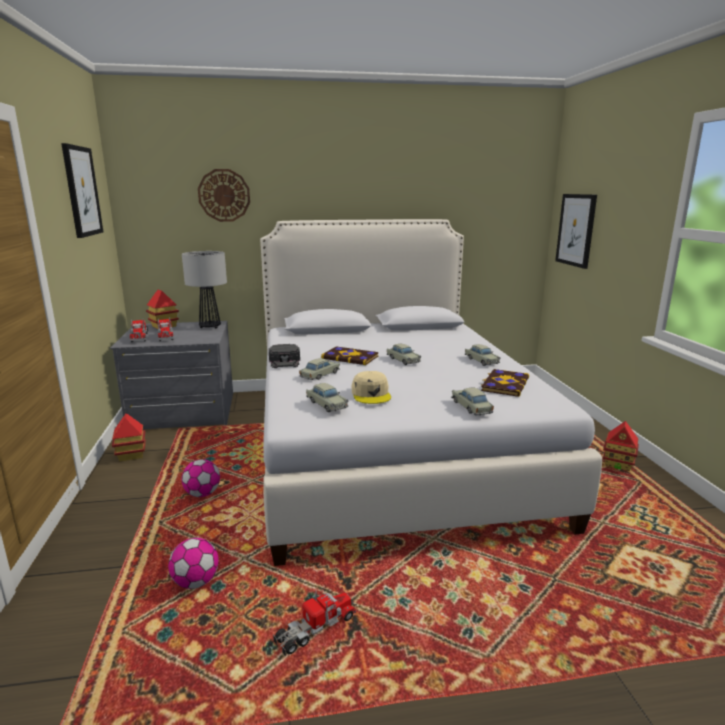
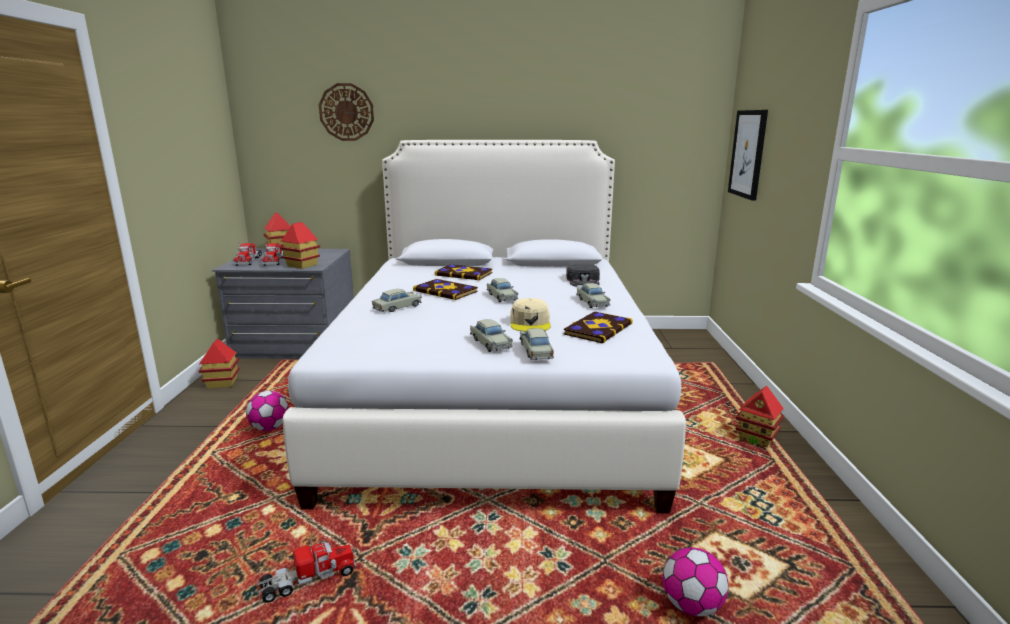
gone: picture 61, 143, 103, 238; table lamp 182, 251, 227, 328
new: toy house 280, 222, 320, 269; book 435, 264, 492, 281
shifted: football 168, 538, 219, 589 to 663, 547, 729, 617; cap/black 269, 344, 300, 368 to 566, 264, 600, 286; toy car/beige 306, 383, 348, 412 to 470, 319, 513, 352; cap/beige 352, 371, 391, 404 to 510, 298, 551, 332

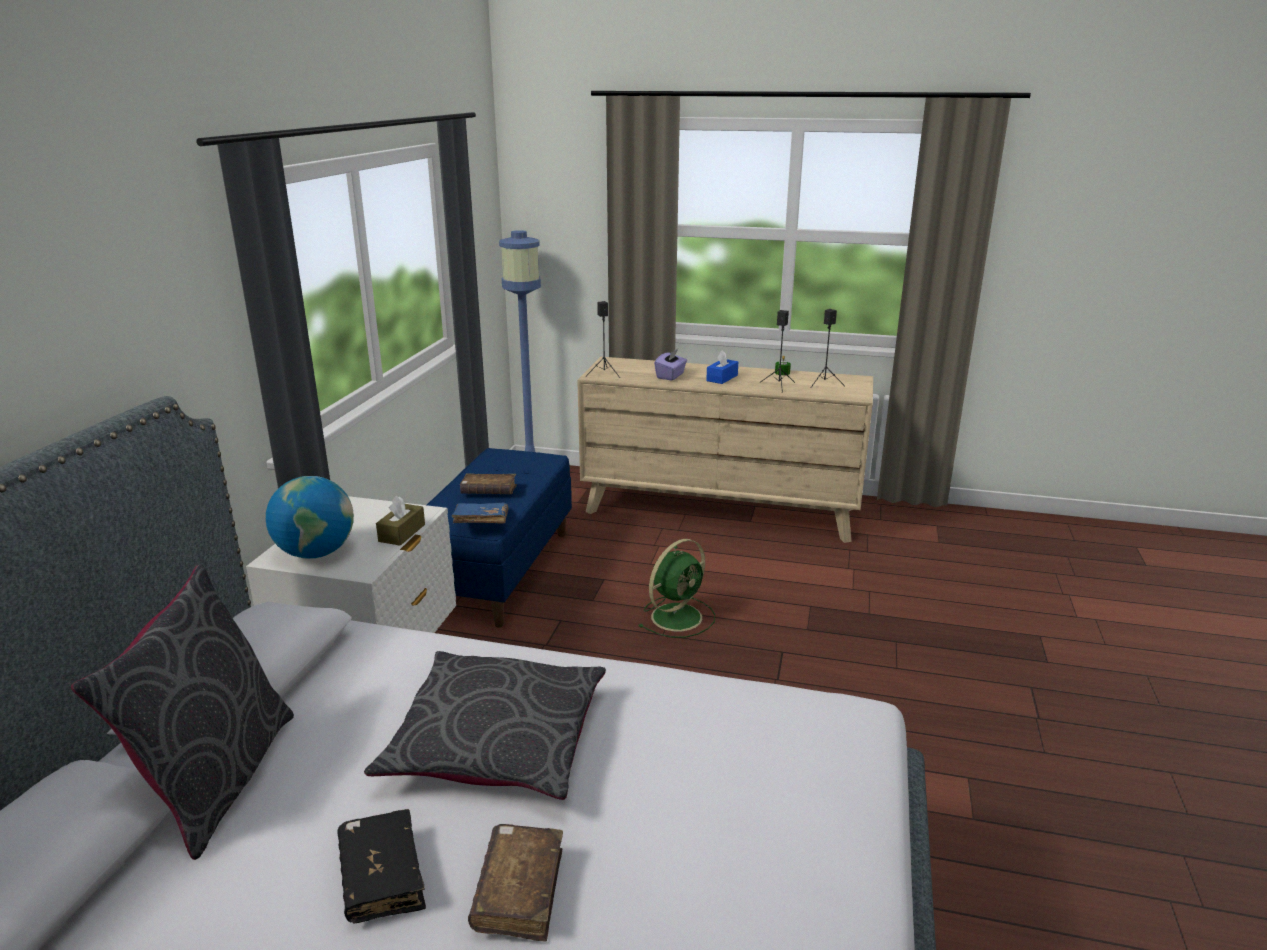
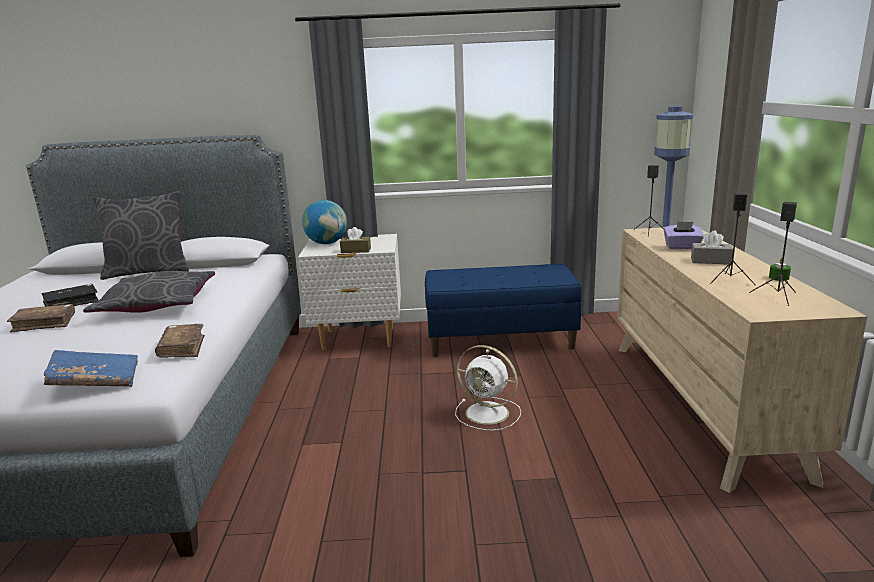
shifted: book/blue 452, 503, 508, 523 to 44, 350, 138, 387; book/brown 460, 473, 517, 494 to 155, 324, 205, 358
repainted: fan/green 639, 539, 715, 638 to fan/white 455, 345, 521, 431; tissue box/blue 706, 350, 738, 384 to tissue box/grey 691, 230, 733, 265

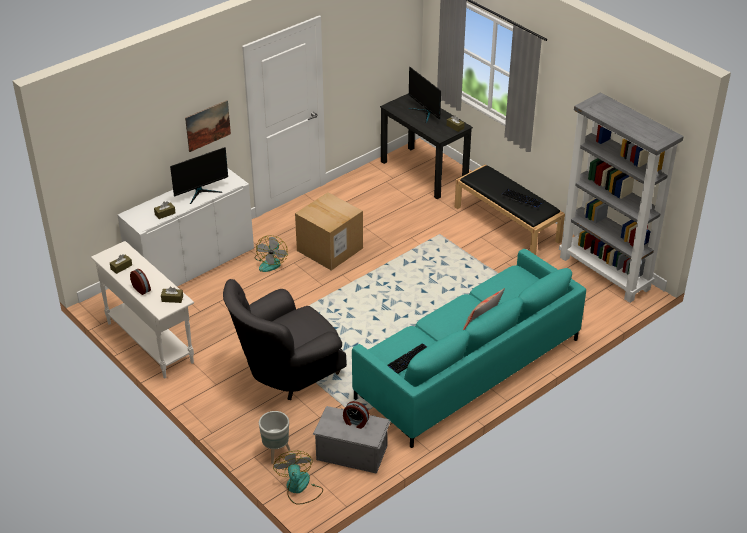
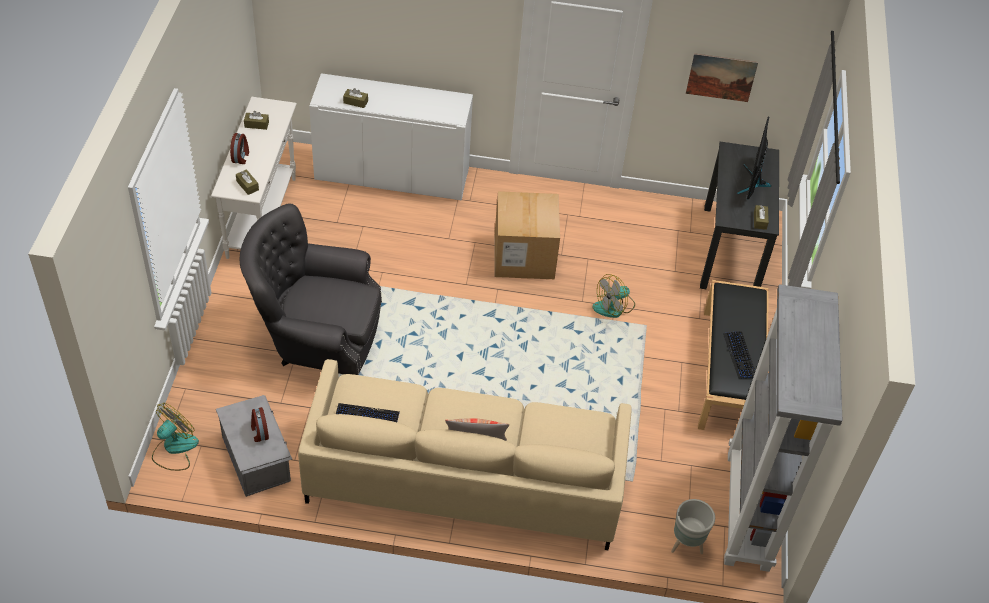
gone: monitor 170, 147, 228, 204
shifted: picture 185, 100, 231, 152 to 686, 53, 758, 102; fan 255, 235, 288, 272 to 593, 274, 635, 318; planter/grey 259, 411, 290, 464 to 671, 499, 715, 554
repainted: sofa/turquoise 352, 249, 586, 448 to sofa/beige 298, 359, 632, 550

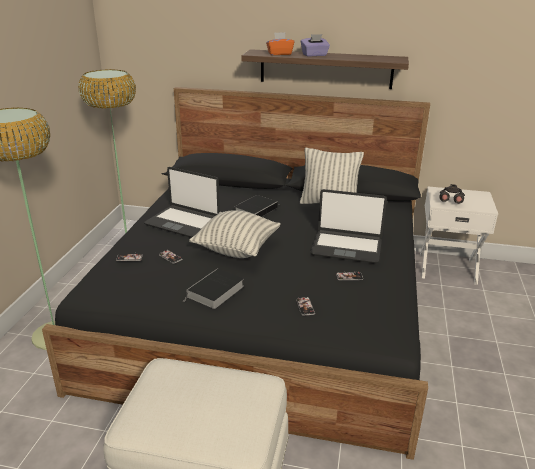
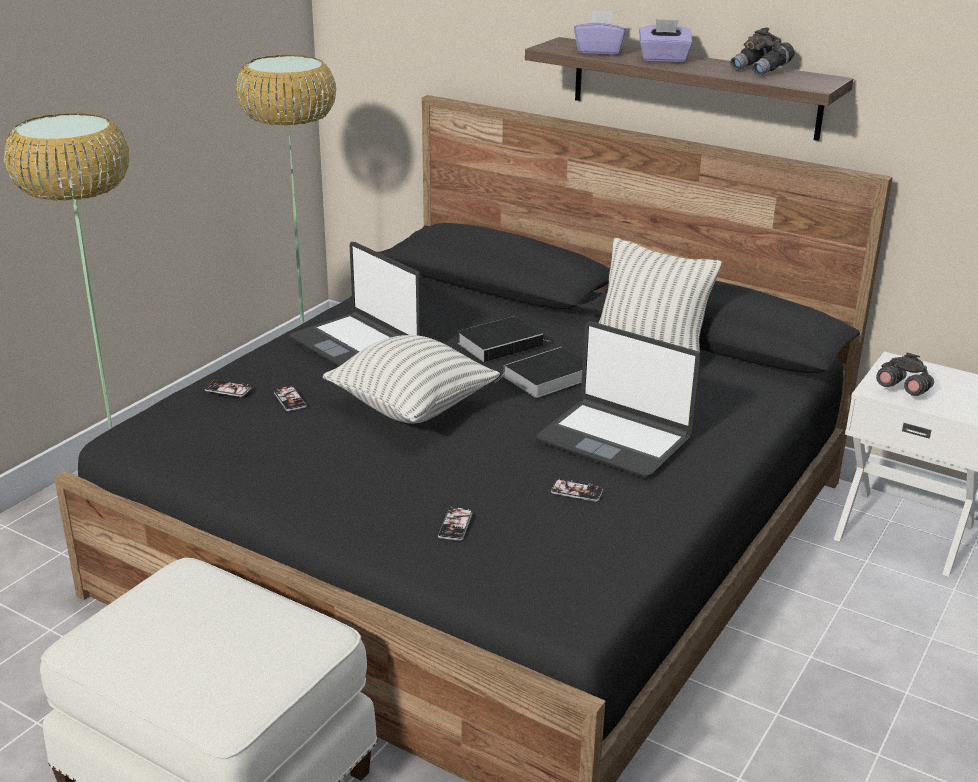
new: binoculars/grey 730, 28, 794, 76
shifted: book 183, 268, 244, 309 to 495, 347, 583, 398
repainted: tissue box/orange 266, 32, 294, 55 to tissue box/purple 574, 10, 627, 55

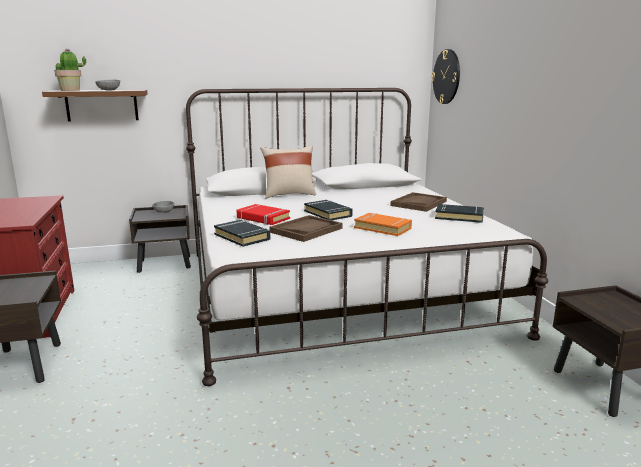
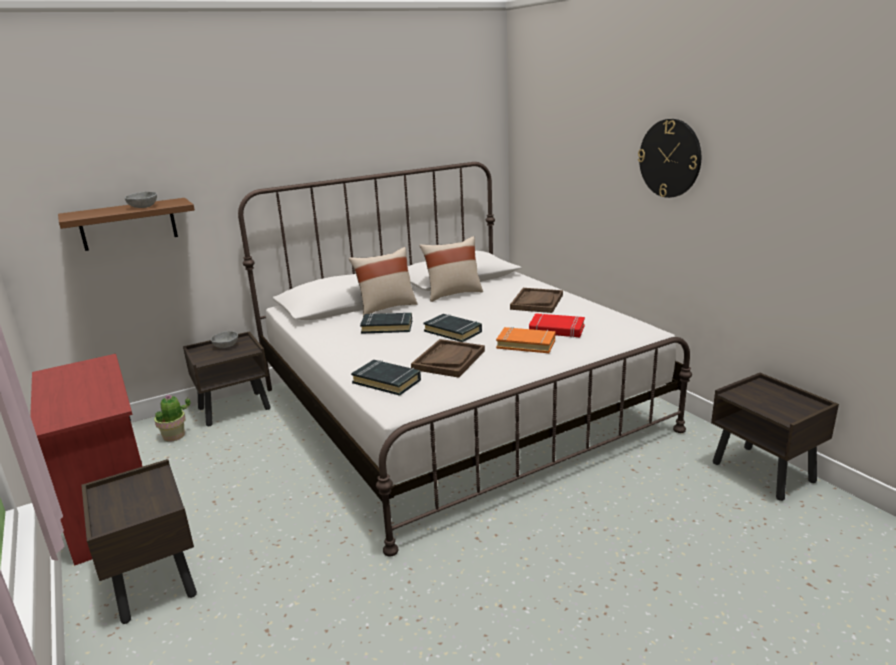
new: pillow/beige 419, 236, 483, 302
shifted: potted plant 54, 49, 87, 91 to 154, 394, 190, 442; book/red 237, 204, 290, 225 to 529, 313, 585, 338; wall clock 431, 49, 460, 104 to 638, 119, 701, 198; book/black 435, 204, 484, 223 to 360, 312, 412, 334

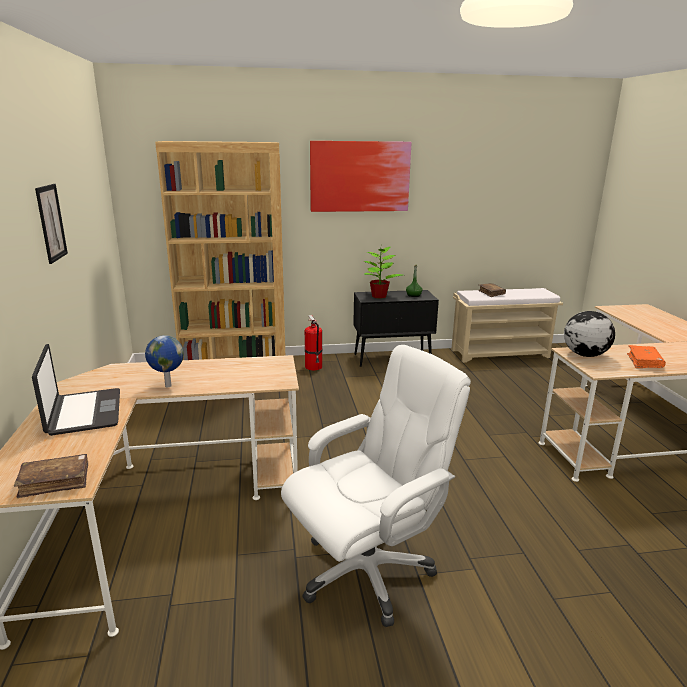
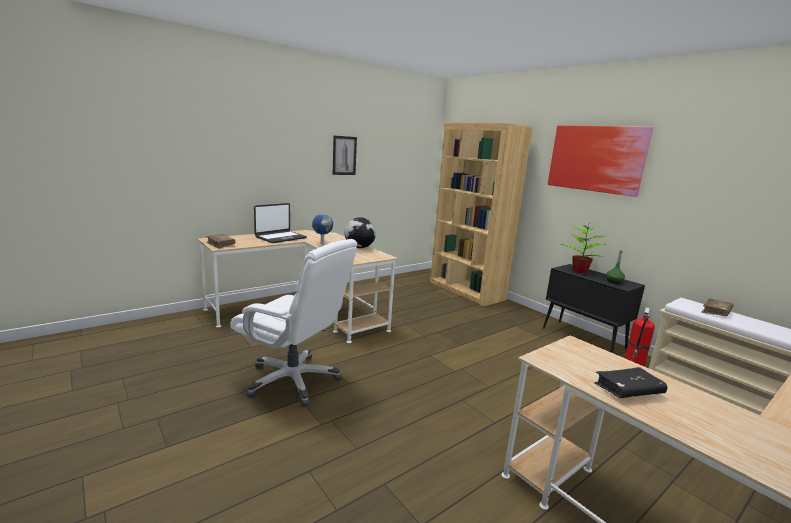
shifted: fire extinguisher 305, 315, 322, 370 to 625, 308, 655, 366; globe 564, 311, 615, 357 to 344, 217, 376, 248
repainted: book/orange 627, 345, 666, 368 to book/black 594, 367, 667, 398

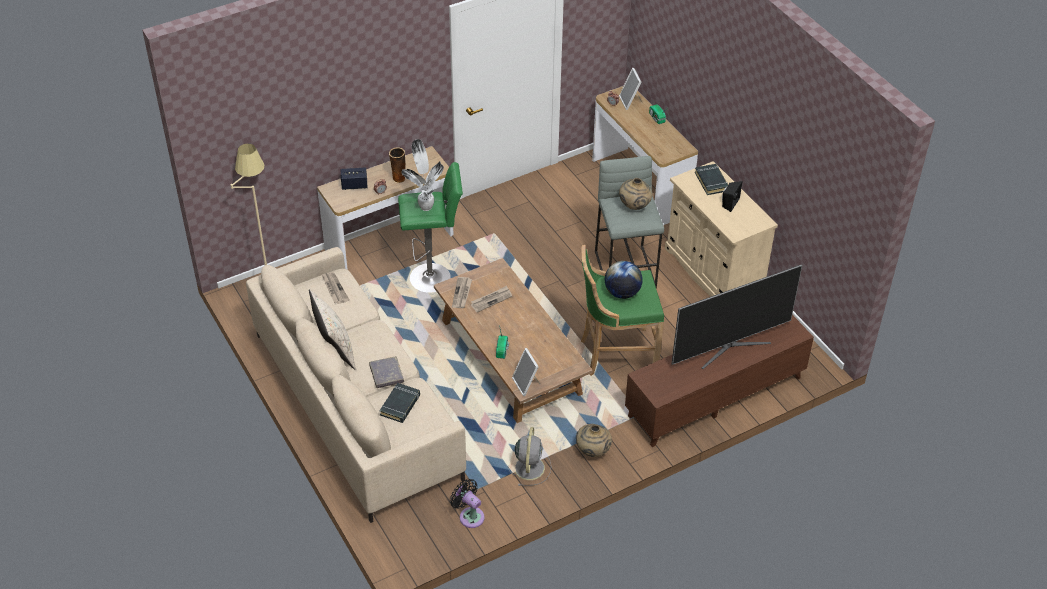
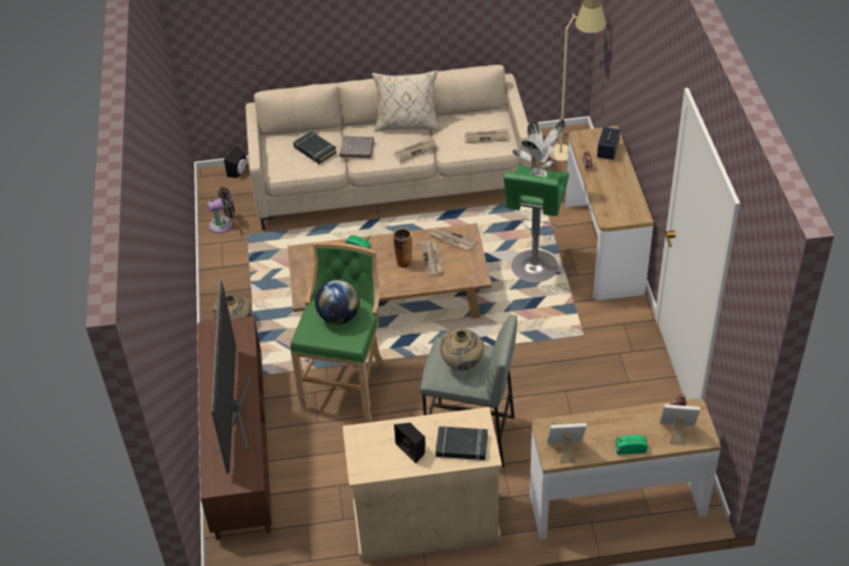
gone: fan/grey 508, 427, 551, 486
new: speaker/black 224, 146, 247, 178; newspaper 394, 137, 437, 162
shifted: vase 389, 147, 406, 183 to 393, 228, 412, 269; picture frame 512, 348, 540, 396 to 547, 423, 587, 464

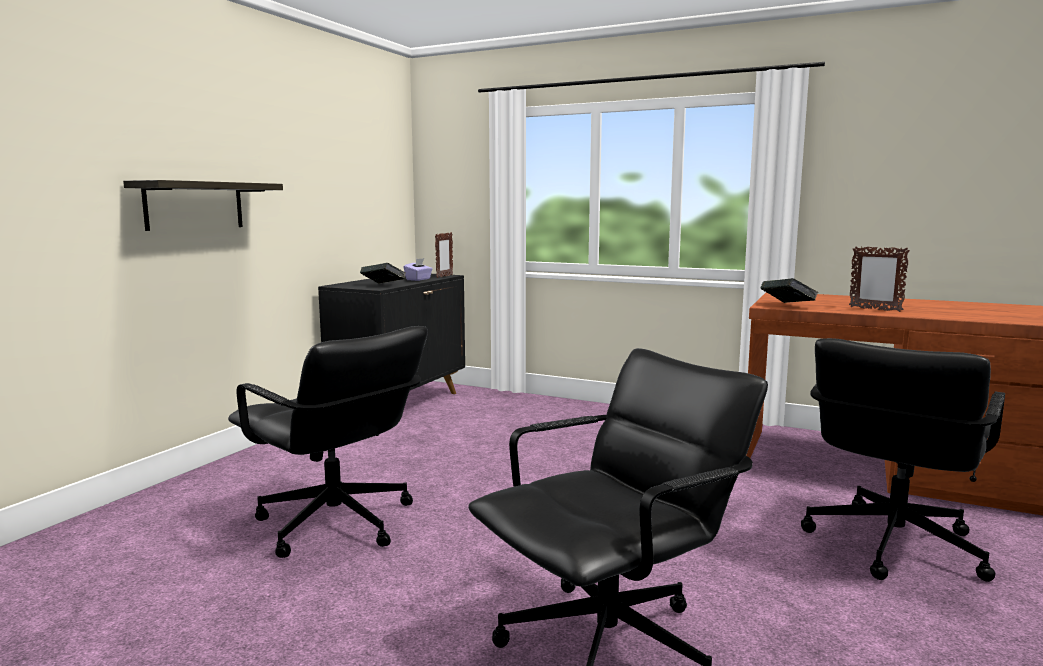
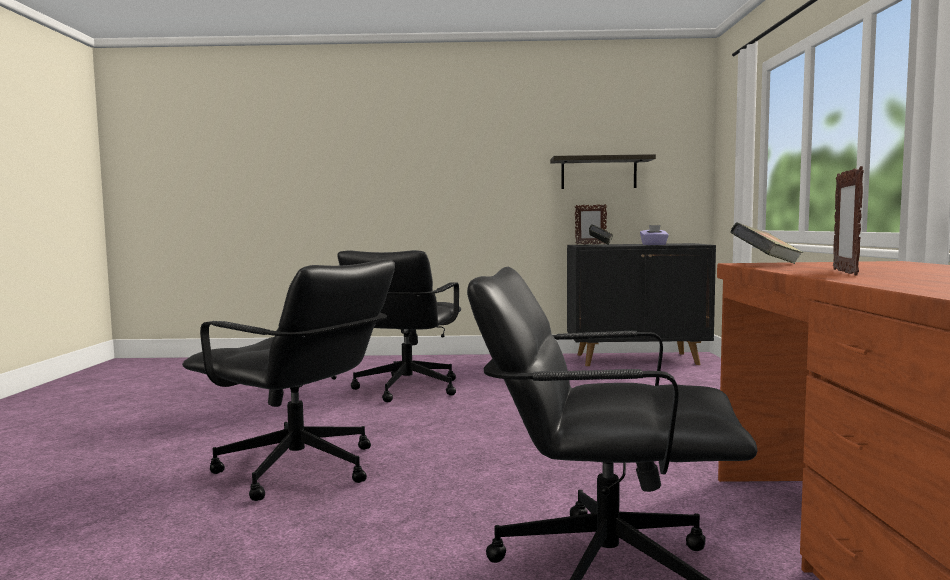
shifted: shelf 123, 180, 283, 231 to 550, 154, 656, 189; picture frame 435, 232, 453, 278 to 575, 204, 607, 244

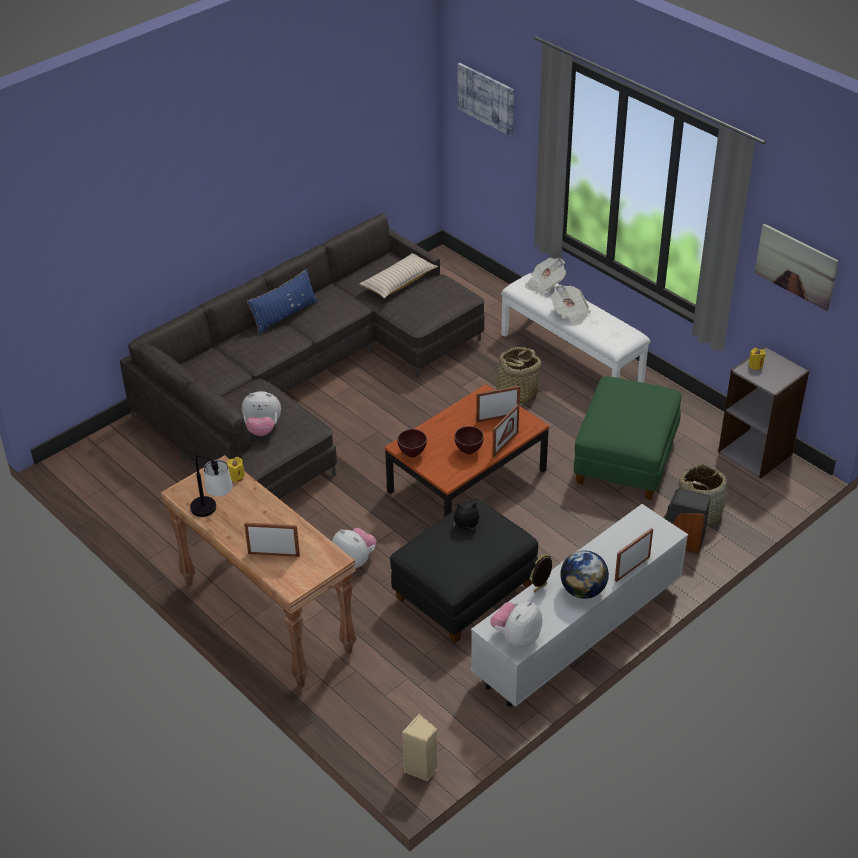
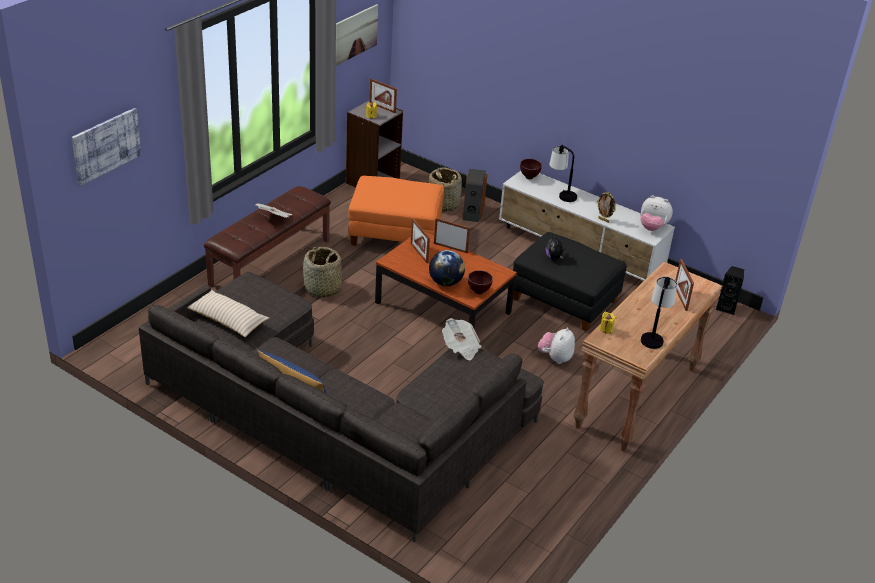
gone: plush toy 242, 391, 281, 436
new: table lamp 549, 145, 577, 202
shifted: bowl/brown 454, 426, 484, 455 to 520, 159, 542, 179; newspaper 525, 258, 566, 294 to 442, 318, 482, 360; globe 560, 550, 609, 599 to 429, 250, 465, 286; picture frame 615, 528, 653, 582 to 369, 78, 397, 113
repainted: speaker/beige 402, 714, 438, 781 to speaker/black 716, 266, 744, 315; bench/white 501, 273, 650, 383 to bench/brown 204, 186, 331, 287; ottoman/green 574, 376, 682, 500 to ottoman/orange 348, 176, 444, 246

